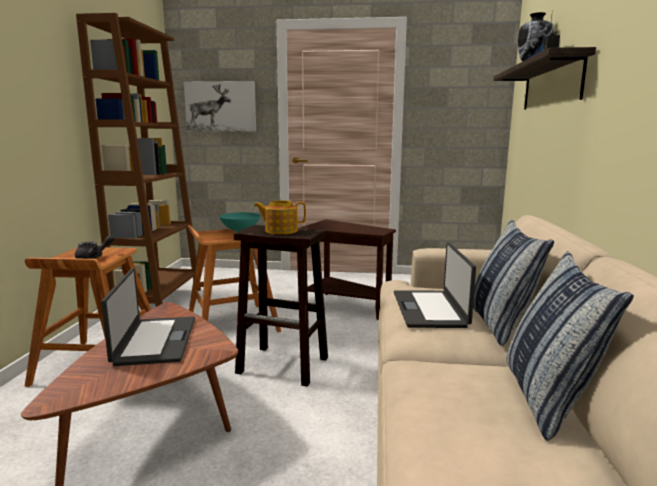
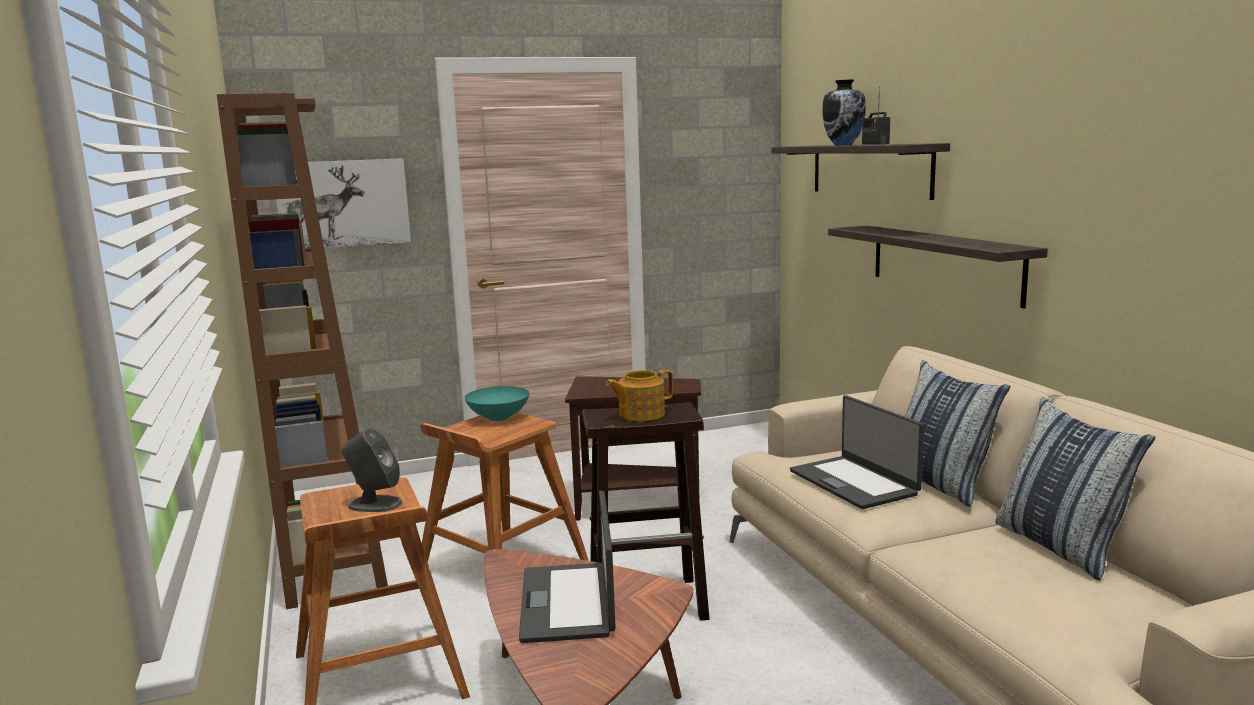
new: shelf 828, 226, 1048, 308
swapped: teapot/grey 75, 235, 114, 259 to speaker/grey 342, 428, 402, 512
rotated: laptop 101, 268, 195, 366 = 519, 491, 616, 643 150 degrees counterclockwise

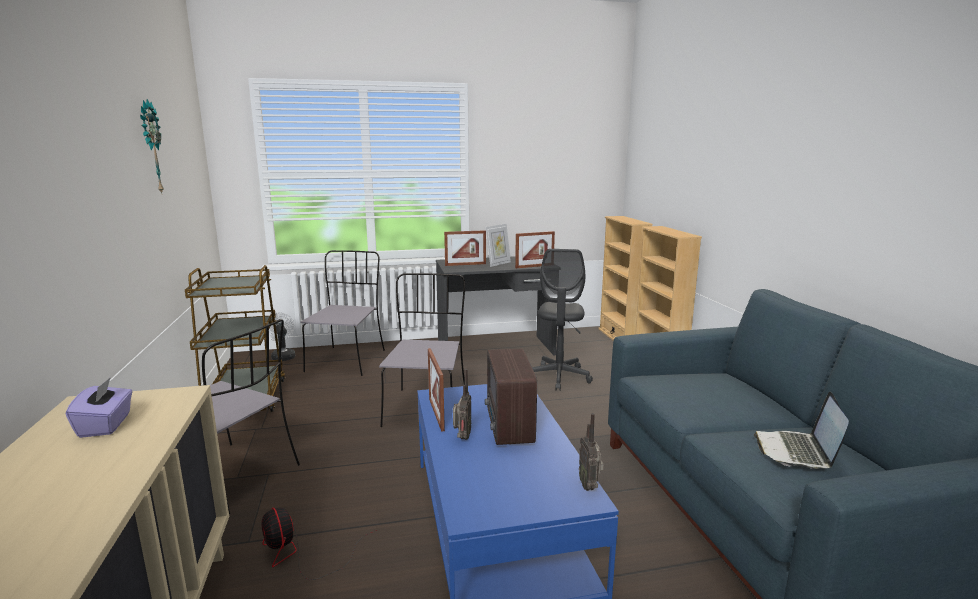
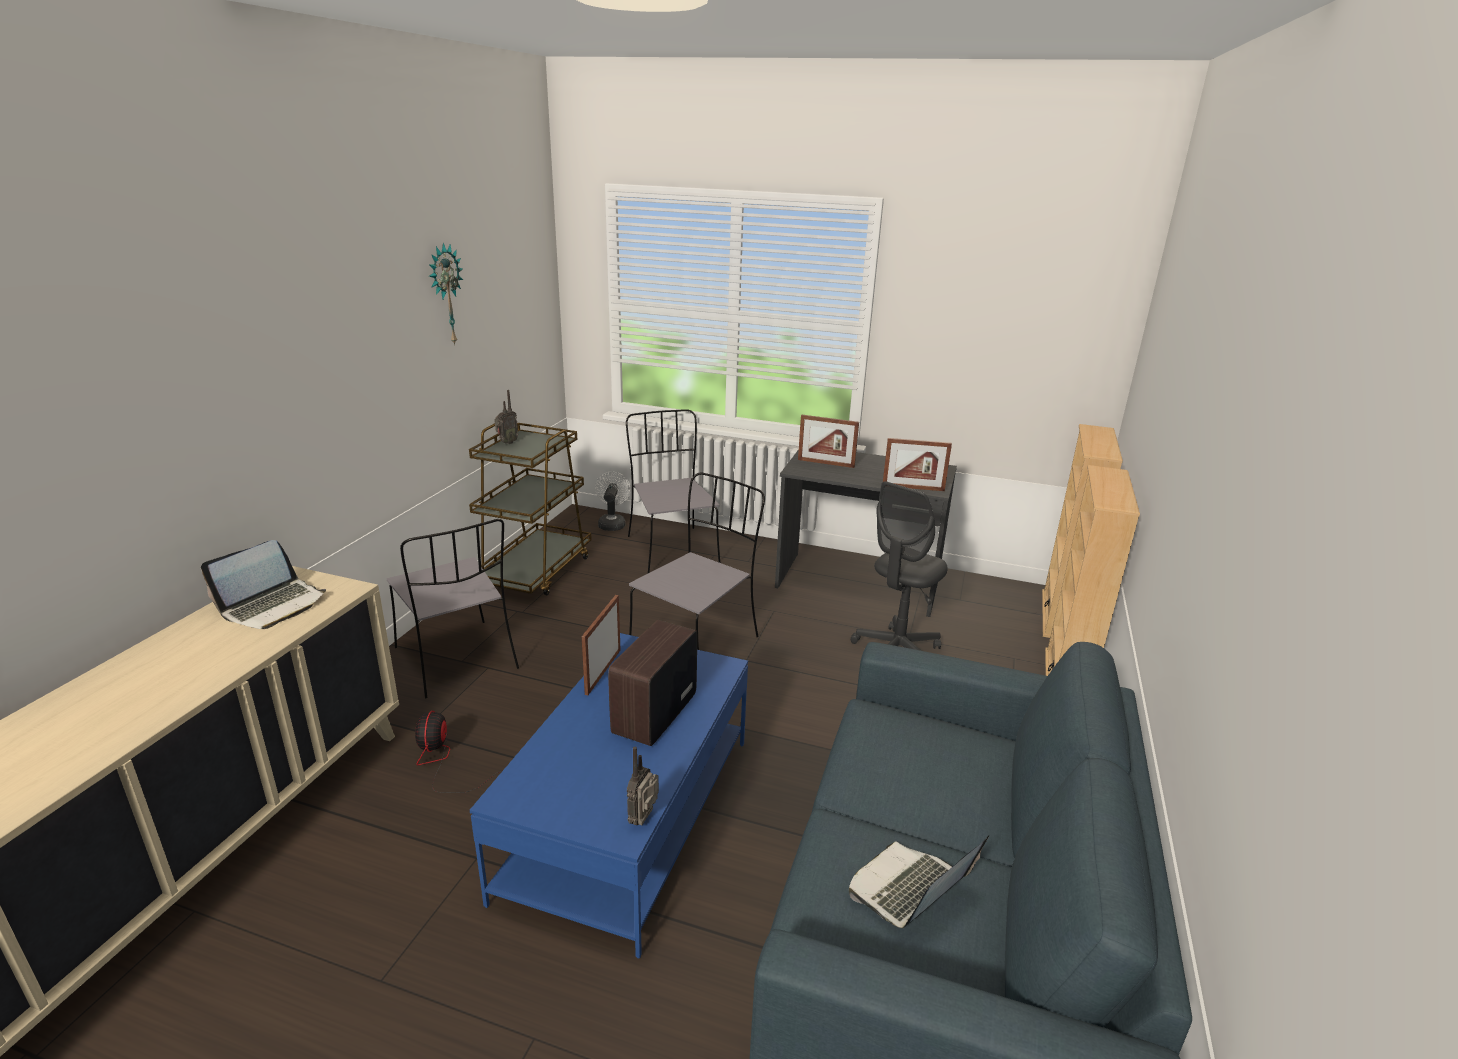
gone: picture frame 486, 224, 511, 267
shifted: radio 453, 369, 471, 440 to 494, 390, 518, 444
swapped: tissue box/purple 66, 377, 133, 438 to laptop 201, 540, 326, 629
rotated: chair/grey 300, 250, 385, 376 = 626, 409, 720, 573 60 degrees counterclockwise

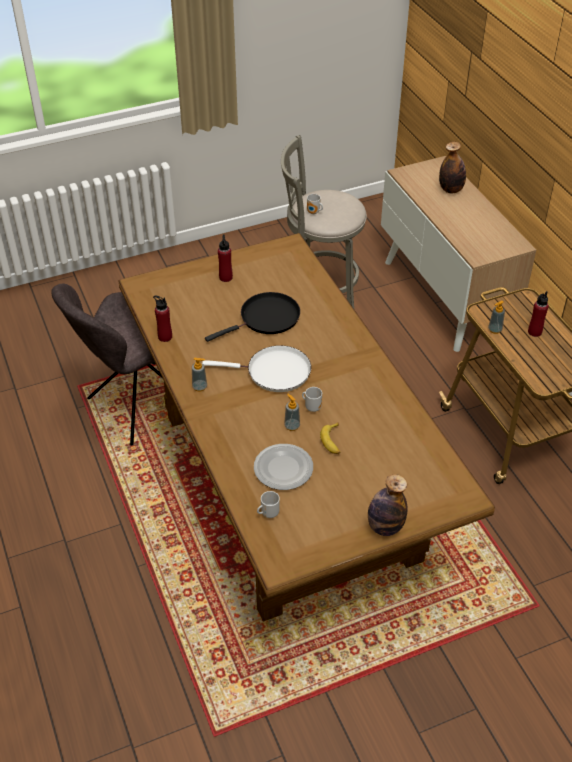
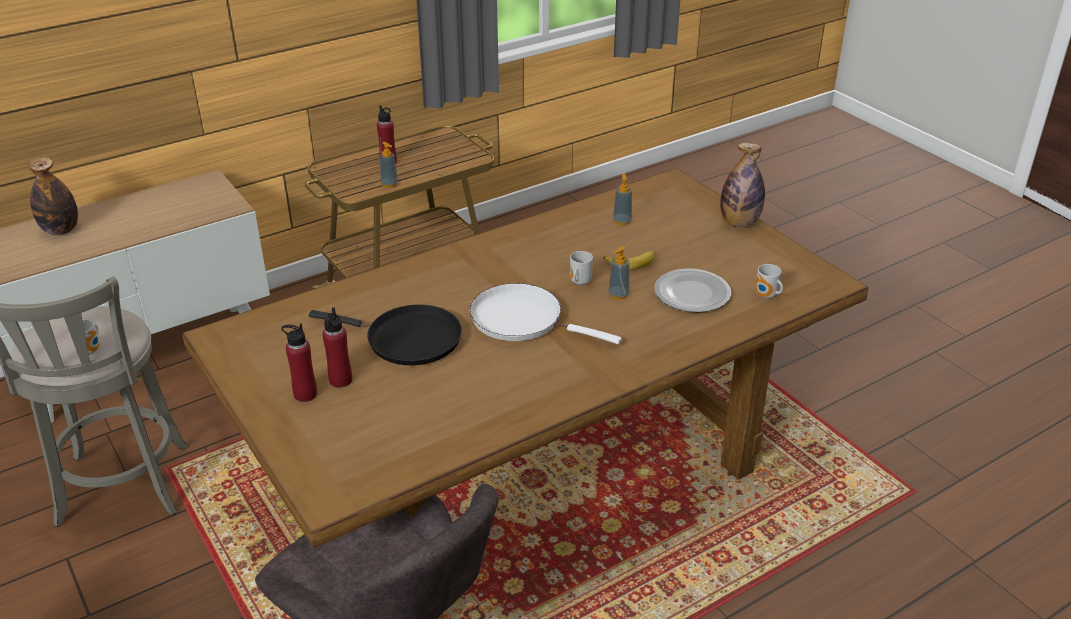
shifted: bottle/red 153, 295, 172, 342 to 322, 307, 352, 388; soap dispenser 192, 358, 207, 391 to 613, 173, 632, 225
rotated: frying pan/white 202, 345, 311, 392 = 470, 283, 622, 344 60 degrees counterclockwise; frying pan/black 205, 292, 300, 342 = 309, 304, 462, 365 150 degrees clockwise

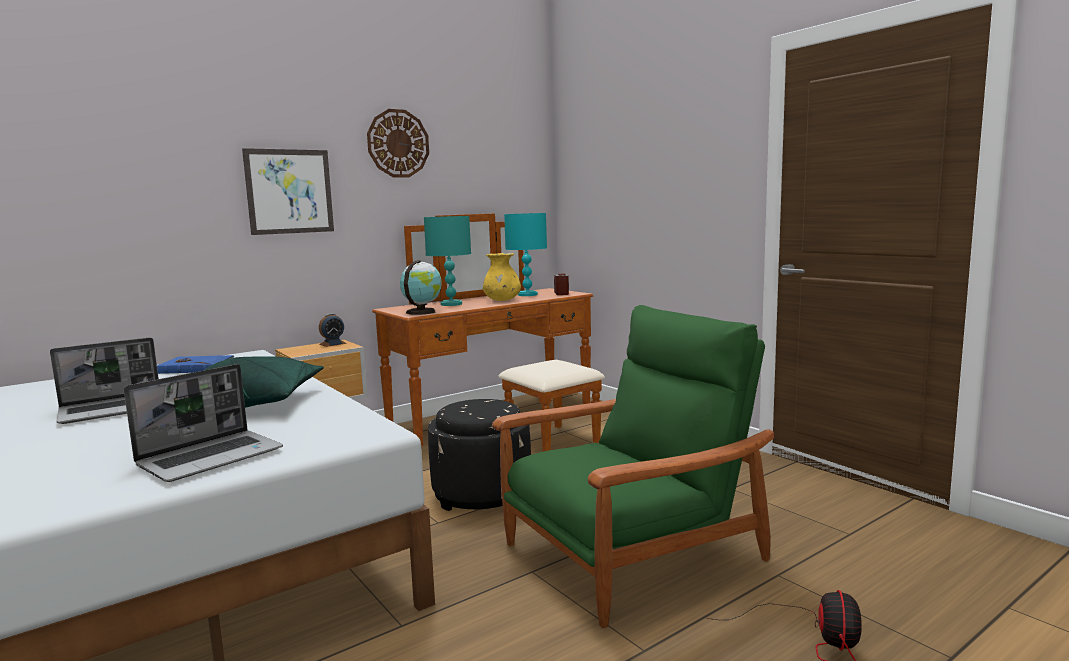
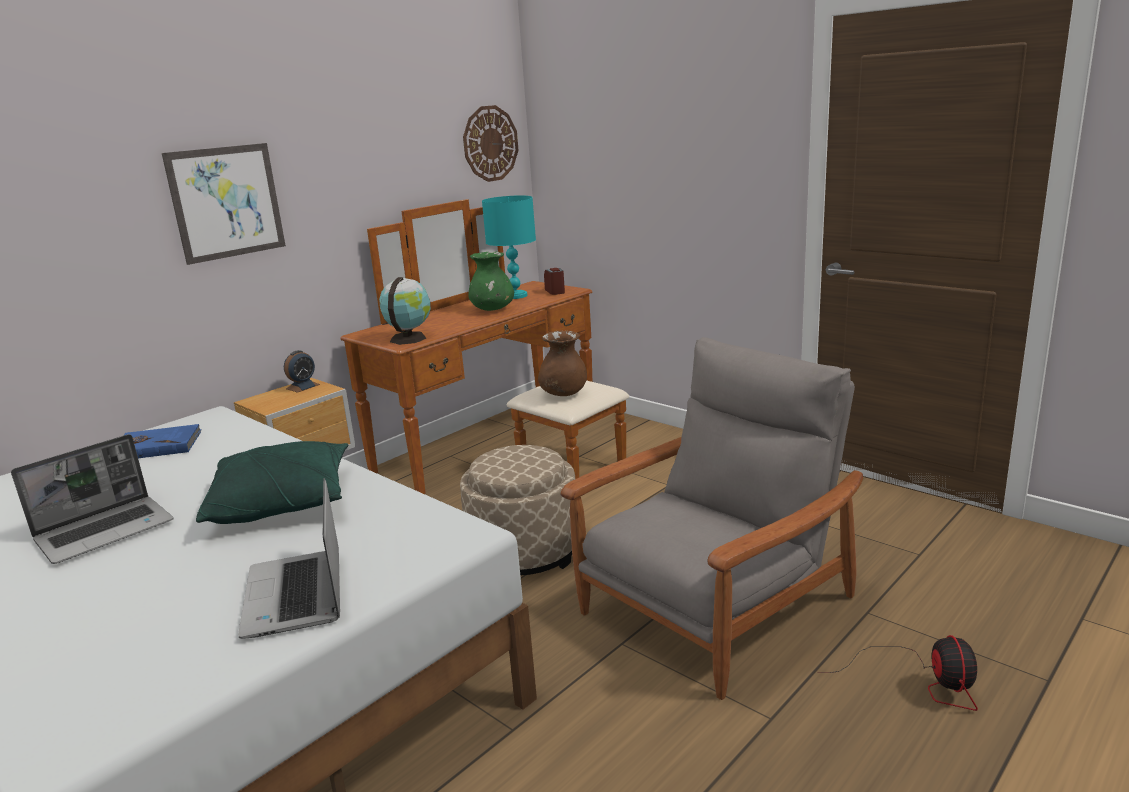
gone: table lamp/turquoise 424, 216, 471, 306
new: vase/brown 538, 331, 587, 396
shifted: wall clock 367, 109, 429, 177 to 463, 105, 519, 182
repainted: ottoman/black 428, 399, 531, 511 to ottoman/beige 460, 445, 575, 575; vase/yellow 483, 253, 521, 301 to vase/green 468, 252, 514, 311; armchair/green 492, 305, 774, 628 to armchair/grey 561, 337, 863, 700
rotated: laptop 124, 364, 283, 482 = 238, 478, 340, 639 135 degrees clockwise

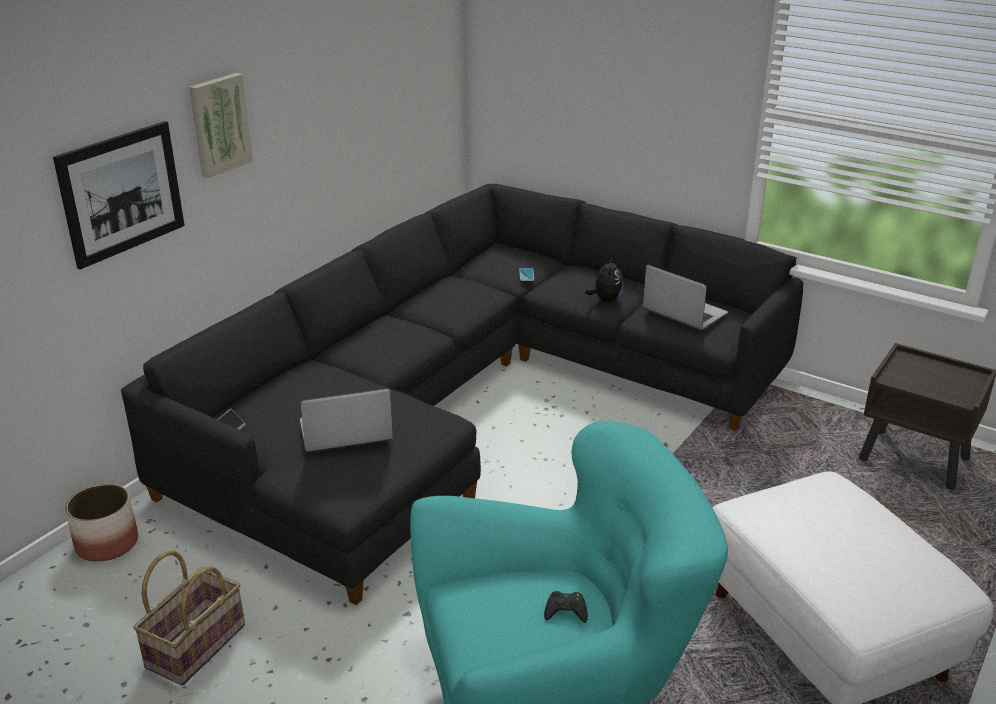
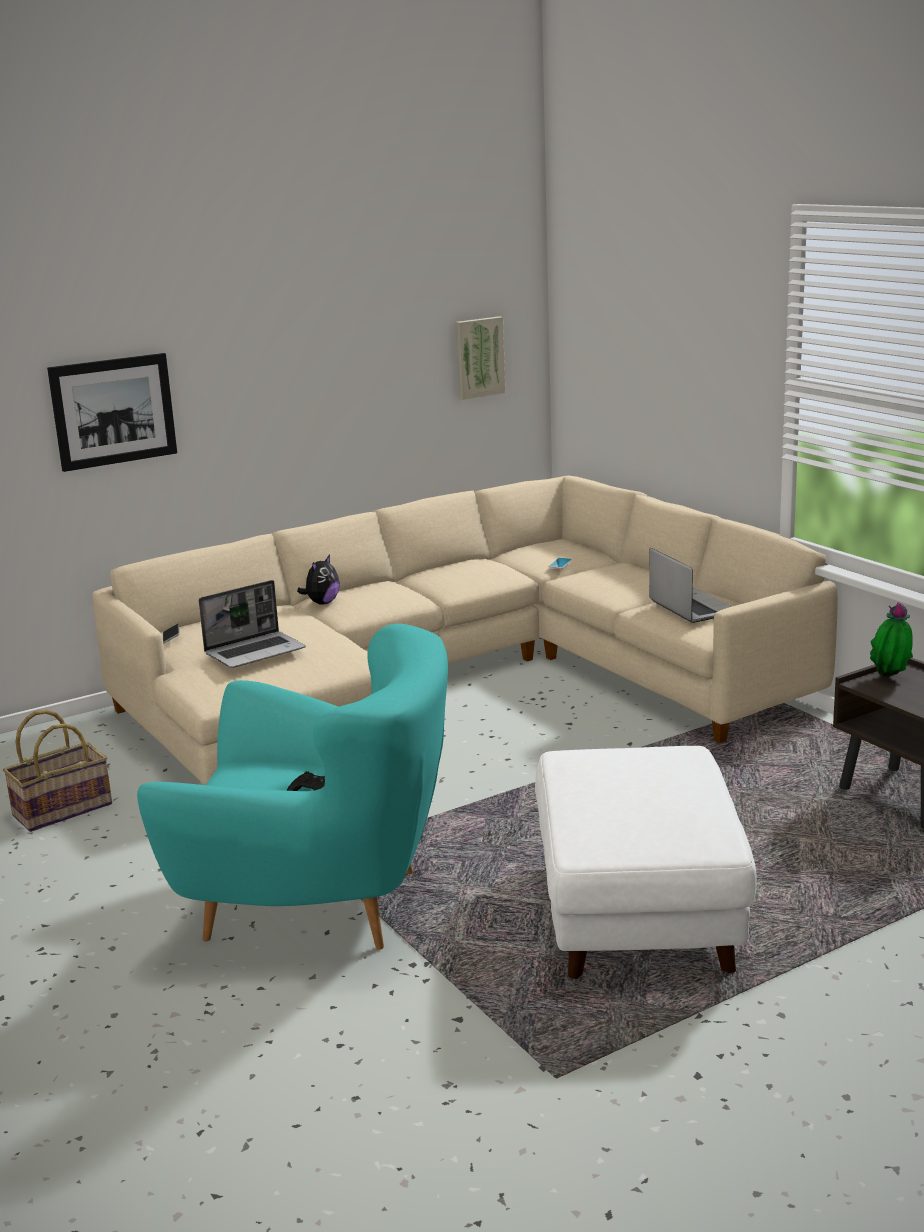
gone: planter 65, 484, 138, 562
new: potted plant 870, 602, 913, 678
shifted: picture 189, 73, 253, 178 to 455, 316, 505, 400; plush toy 585, 257, 623, 302 to 297, 555, 340, 605
repainted: sofa/black 121, 184, 803, 605 to sofa/beige 92, 476, 838, 785
rotated: laptop 300, 389, 393, 452 = 199, 580, 306, 668 135 degrees clockwise

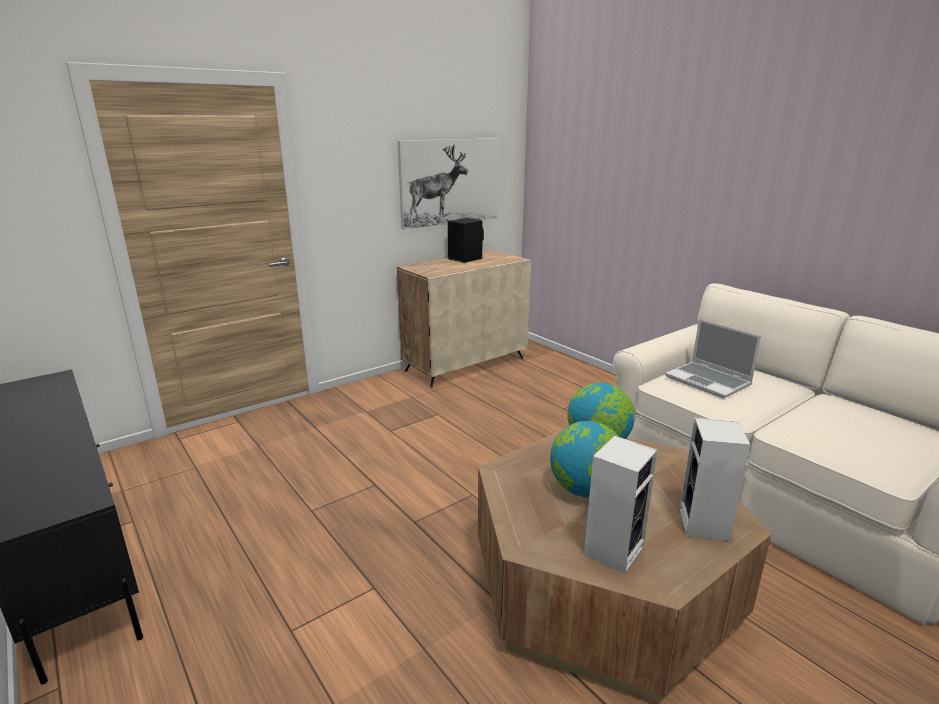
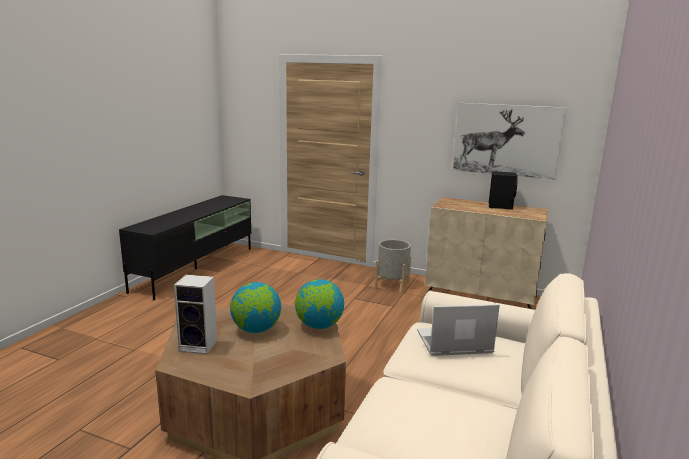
gone: speaker 680, 418, 750, 541
new: planter/grey 375, 240, 411, 293
rotated: laptop 665, 319, 761, 398 = 417, 304, 500, 356 60 degrees clockwise

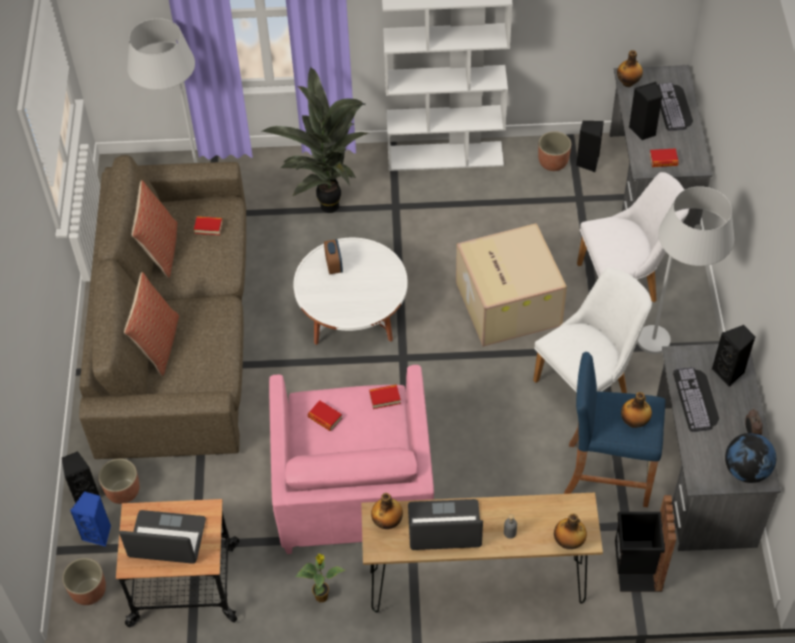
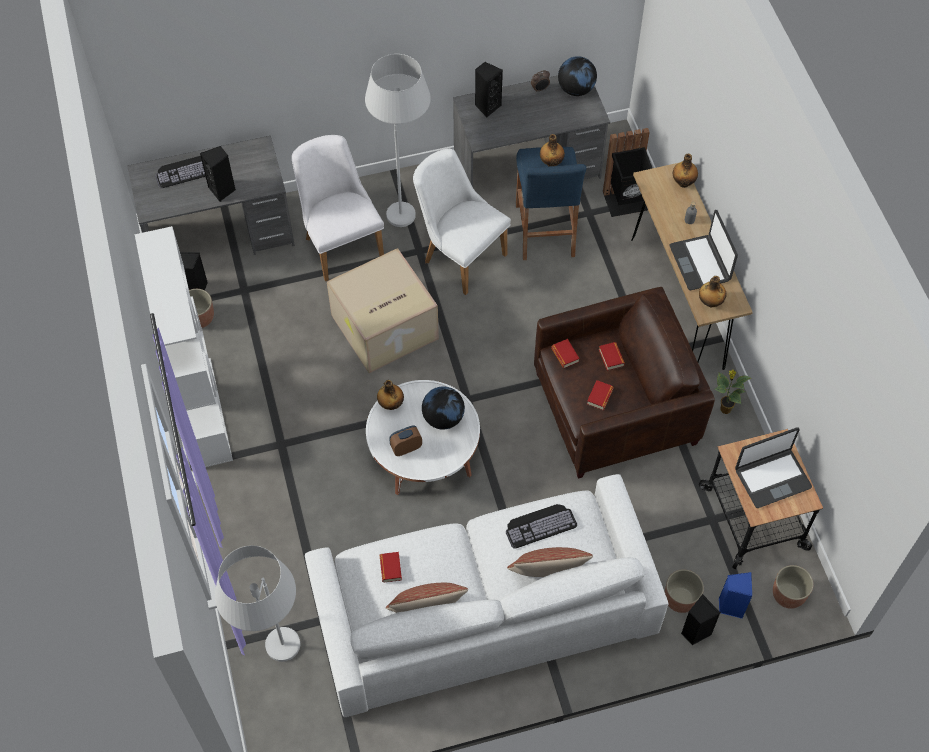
gone: potted plant 262, 67, 368, 213
new: globe 422, 386, 465, 430
shifted: bottle 617, 50, 643, 87 to 377, 380, 404, 410; book 649, 148, 679, 167 to 599, 342, 625, 371; keyboard 673, 367, 719, 432 to 506, 504, 577, 549
repainted: sofa/brown 79, 155, 246, 459 to sofa/white 305, 474, 669, 717; armchair/pink 269, 365, 434, 554 to armchair/brown 534, 287, 715, 479
rotated: laptop 119, 510, 206, 564 = 735, 427, 812, 508 105 degrees counterclockwise

